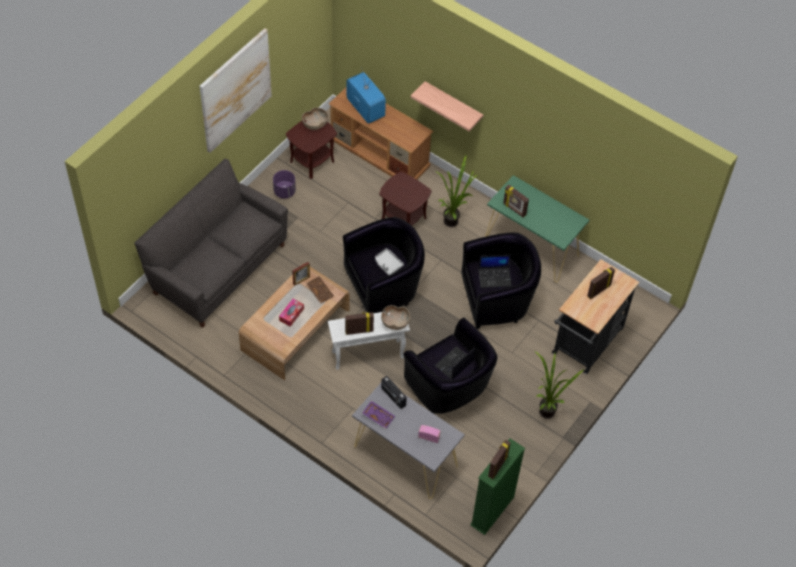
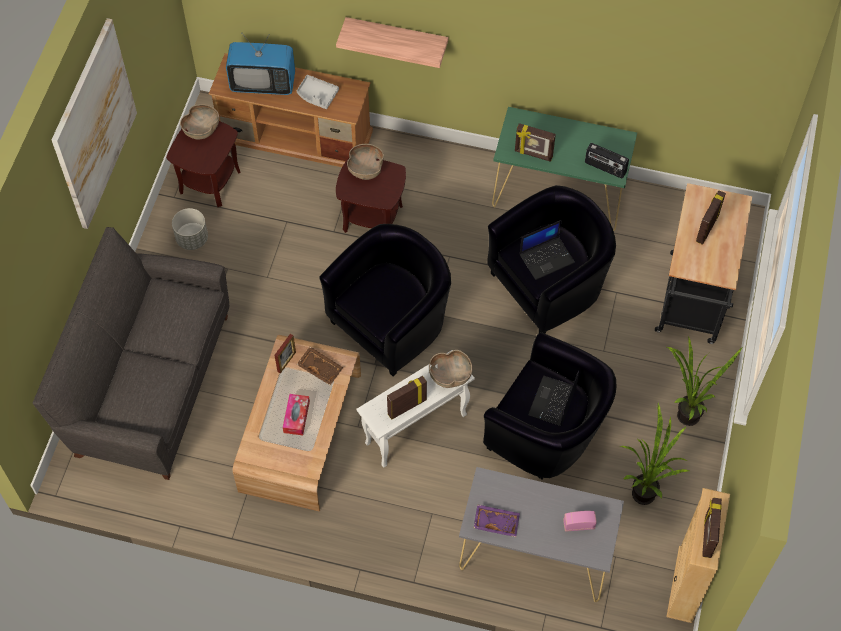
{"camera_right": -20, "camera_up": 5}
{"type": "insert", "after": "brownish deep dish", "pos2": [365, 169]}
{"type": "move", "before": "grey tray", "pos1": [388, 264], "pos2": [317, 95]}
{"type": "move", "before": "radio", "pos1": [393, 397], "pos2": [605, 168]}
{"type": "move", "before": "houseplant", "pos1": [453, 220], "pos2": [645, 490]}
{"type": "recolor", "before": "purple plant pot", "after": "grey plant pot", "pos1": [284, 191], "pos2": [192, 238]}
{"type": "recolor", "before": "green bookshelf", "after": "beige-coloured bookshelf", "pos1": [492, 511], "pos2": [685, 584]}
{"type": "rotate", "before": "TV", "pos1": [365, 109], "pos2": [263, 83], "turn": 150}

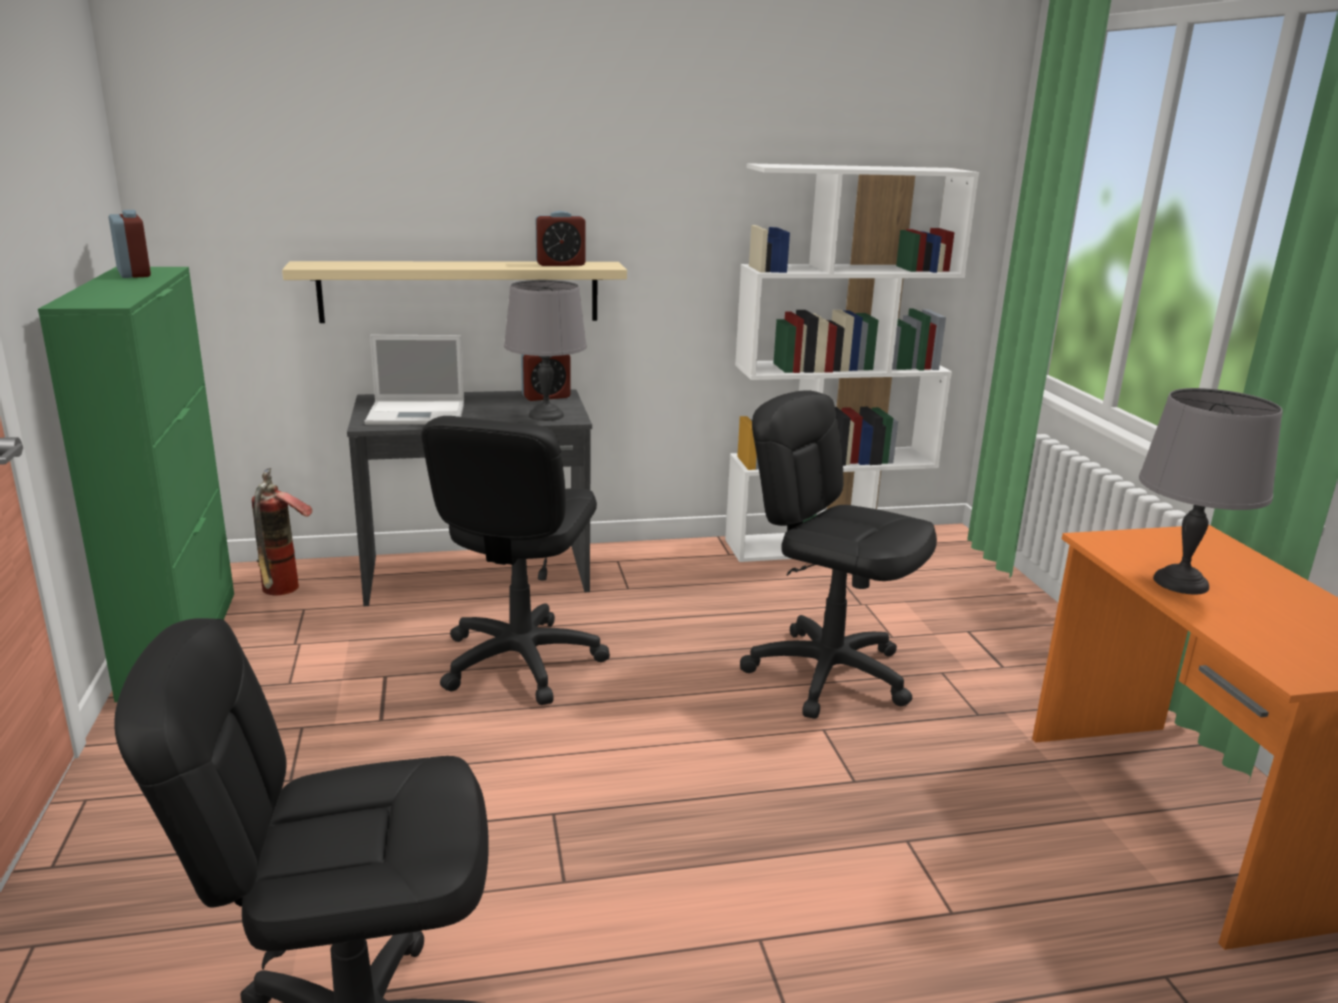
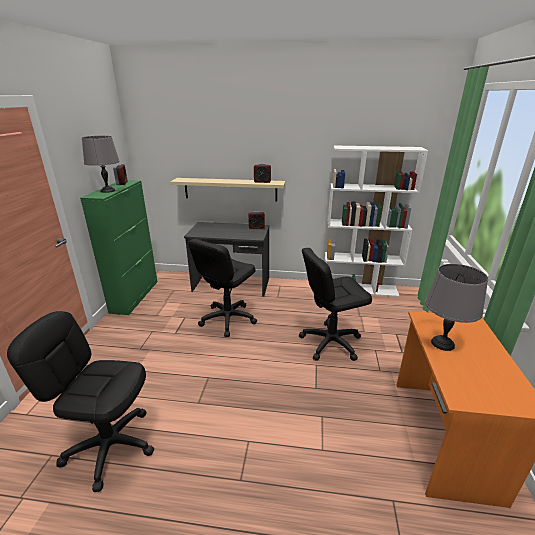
{"camera_right": 20, "camera_up": 5}
{"type": "delete", "before": "extinguisher", "pos1": [282, 593]}
{"type": "delete", "before": "laptop", "pos1": [418, 413]}
{"type": "move", "before": "grey tabletop lamp", "pos1": [546, 416], "pos2": [107, 191]}
{"type": "rotate", "before": "blackish computer chair", "pos1": [828, 674], "pos2": [330, 342], "turn": -75}

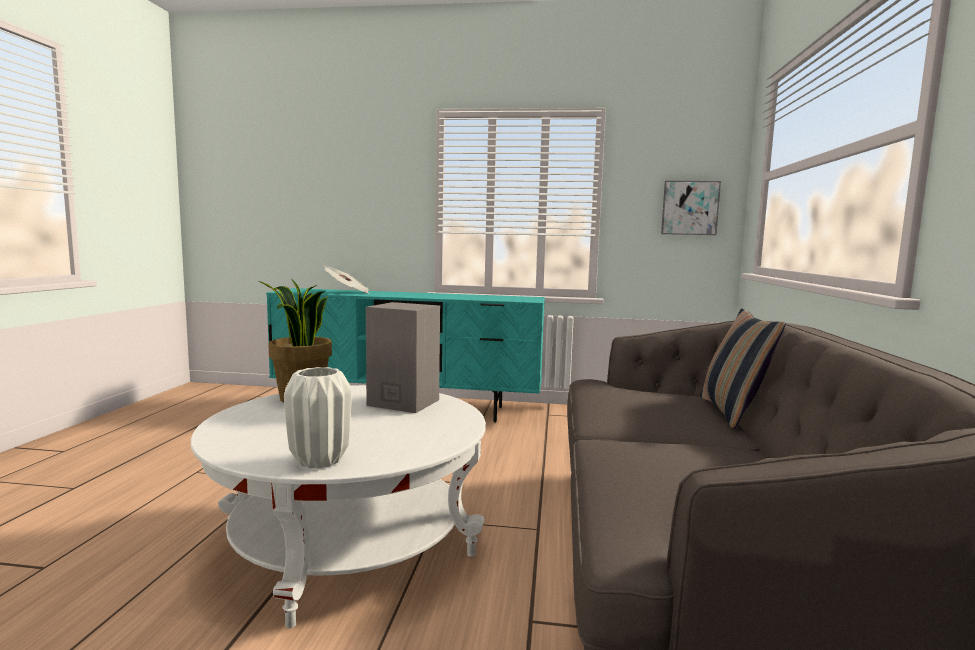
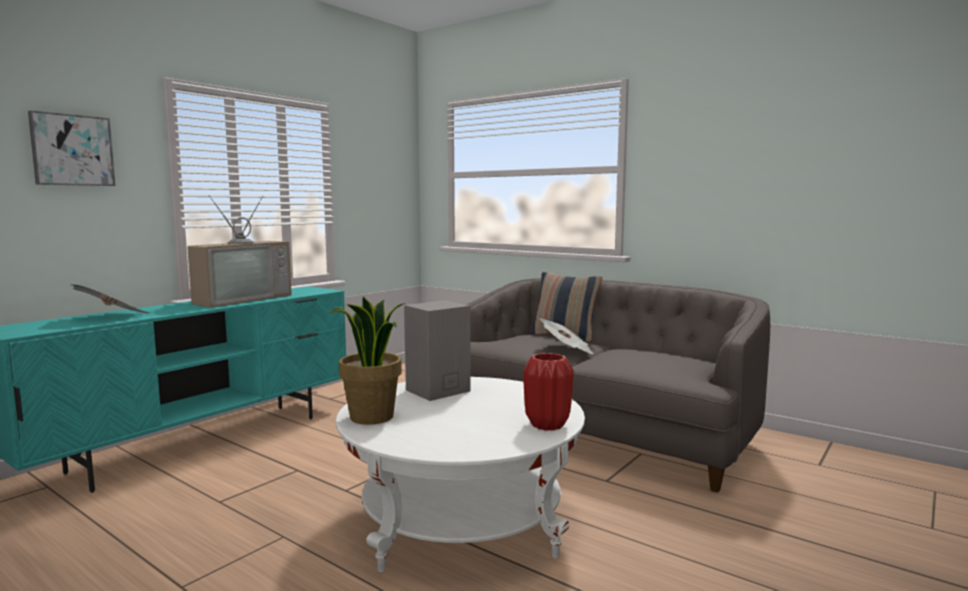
{"camera_right": -60, "camera_up": 0}
{"type": "insert", "after": "TV", "pos2": [240, 299]}
{"type": "insert", "after": "printed paper", "pos2": [567, 351]}
{"type": "move", "before": "picture", "pos1": [689, 208], "pos2": [72, 150]}
{"type": "recolor", "before": "whitish flower vase", "after": "reddish flower vase", "pos1": [319, 461], "pos2": [547, 425]}

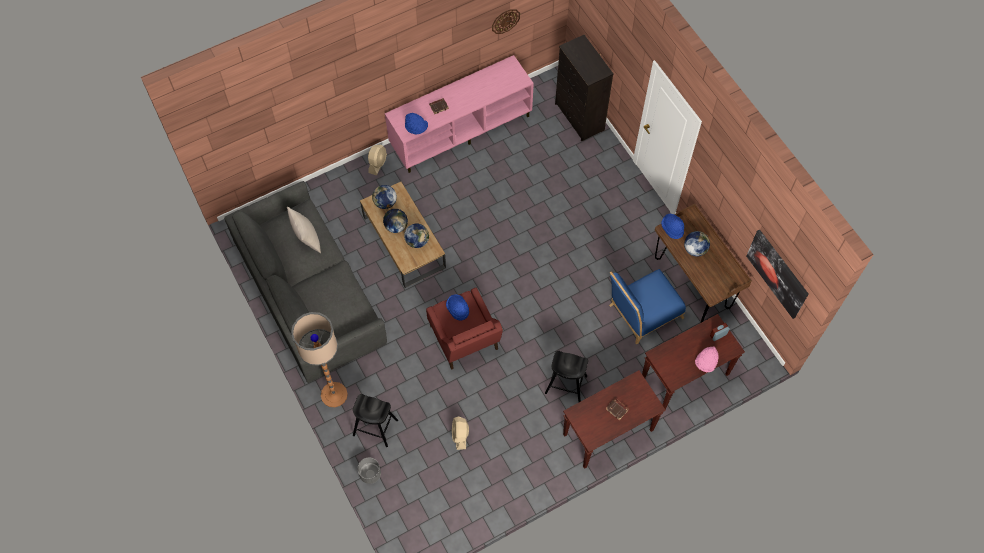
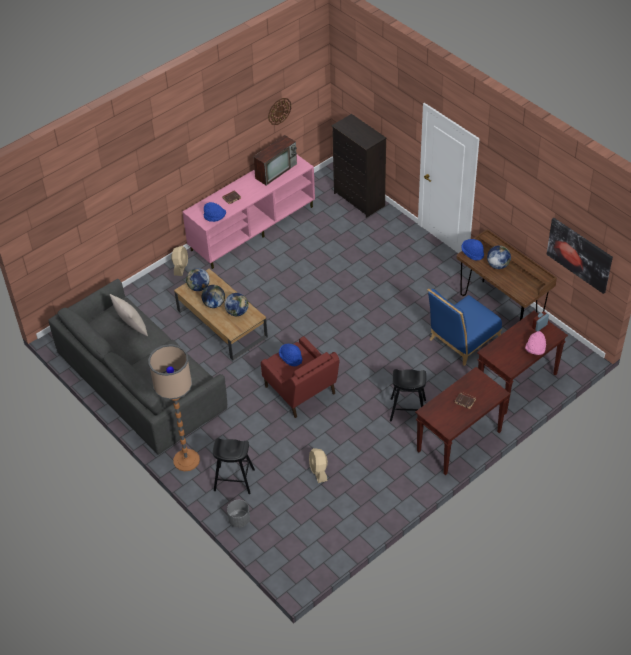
{"camera_right": -10, "camera_up": -15}
{"type": "insert", "after": "TV", "pos2": [276, 170]}

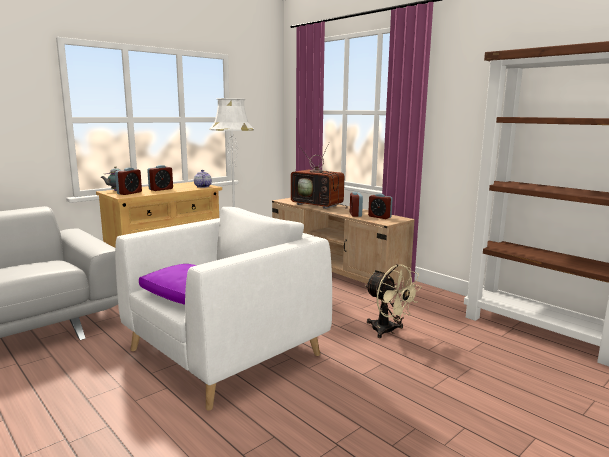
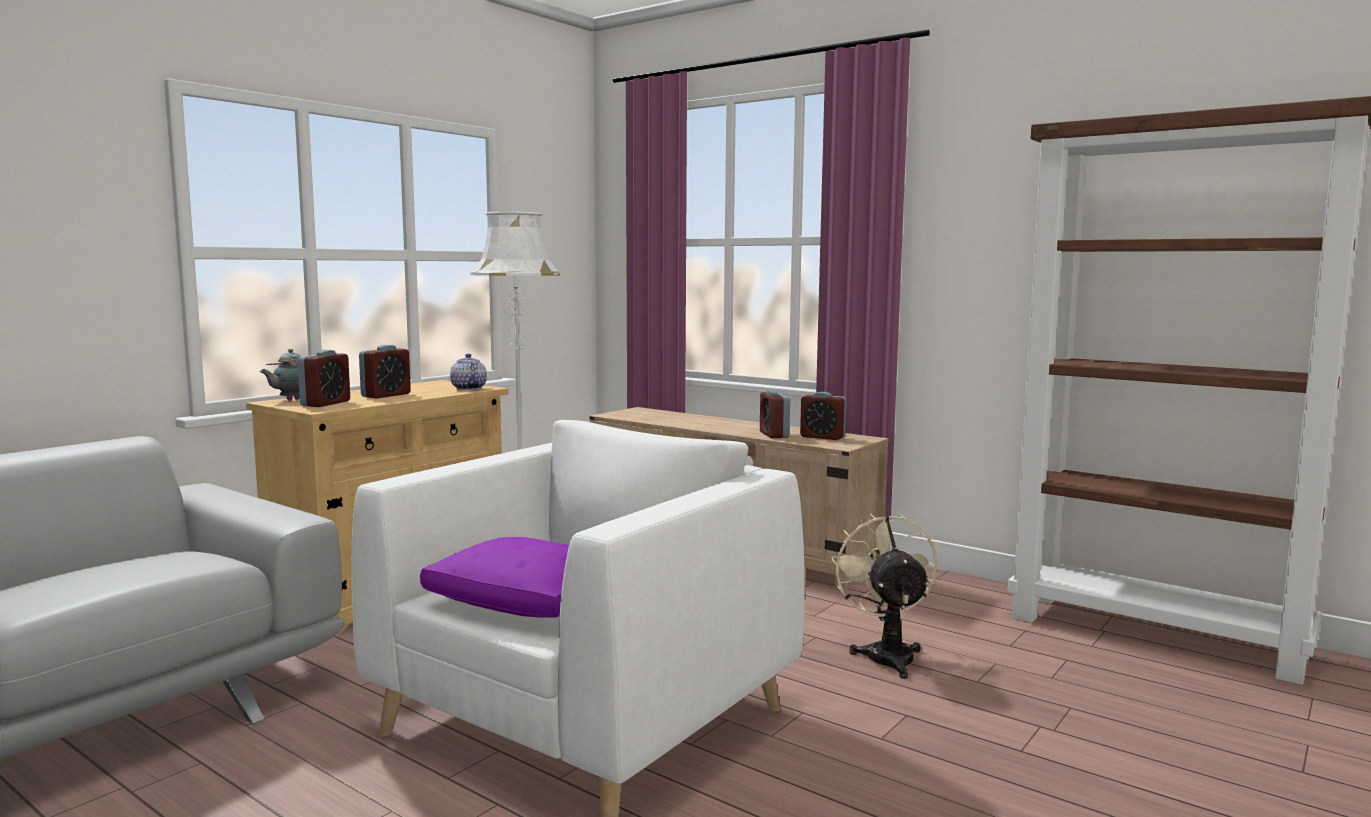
{"camera_right": -10, "camera_up": -5}
{"type": "delete", "before": "TV", "pos1": [319, 205]}
{"type": "rotate", "before": "beige-coloured cooling fan", "pos1": [388, 331], "pos2": [886, 654], "turn": -135}

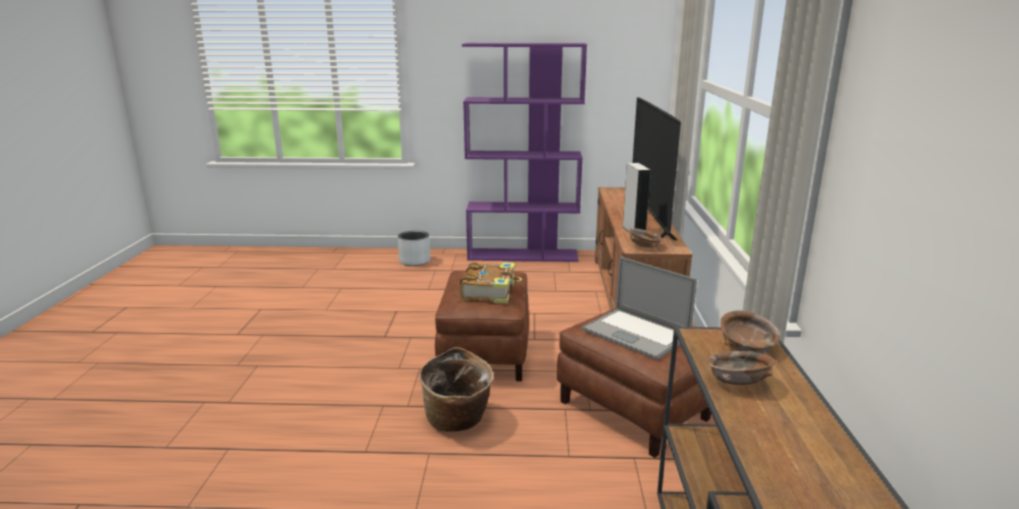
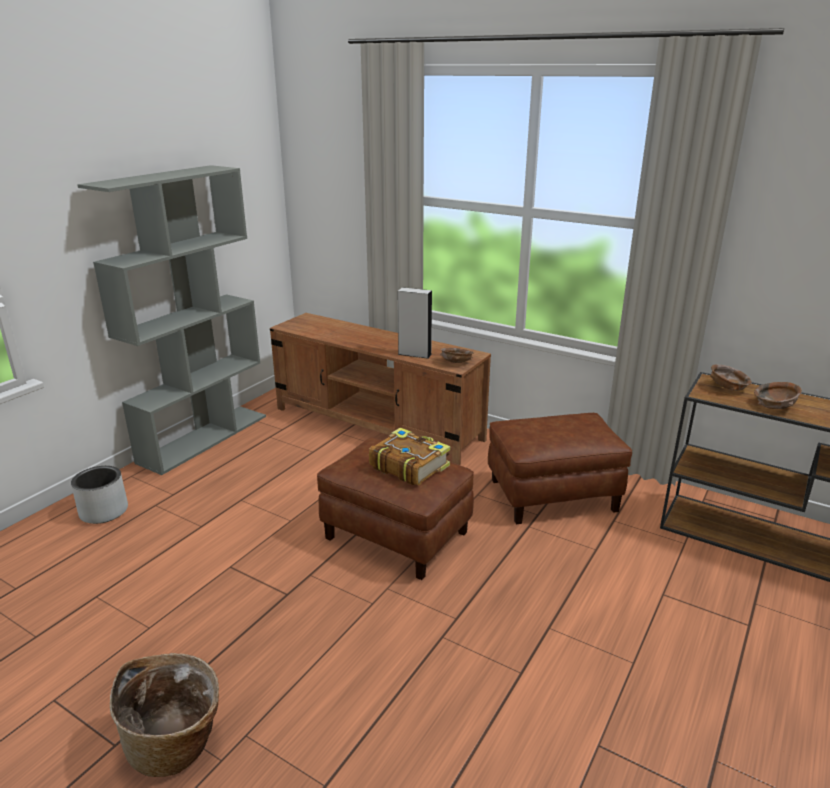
{"camera_right": -60, "camera_up": 5}
{"type": "delete", "before": "laptop", "pos1": [635, 333]}
{"type": "delete", "before": "TV", "pos1": [649, 217]}
{"type": "move", "before": "storage basket", "pos1": [458, 420], "pos2": [177, 744]}
{"type": "recolor", "before": "purple bookshelf", "after": "grey bookshelf", "pos1": [523, 255], "pos2": [204, 438]}

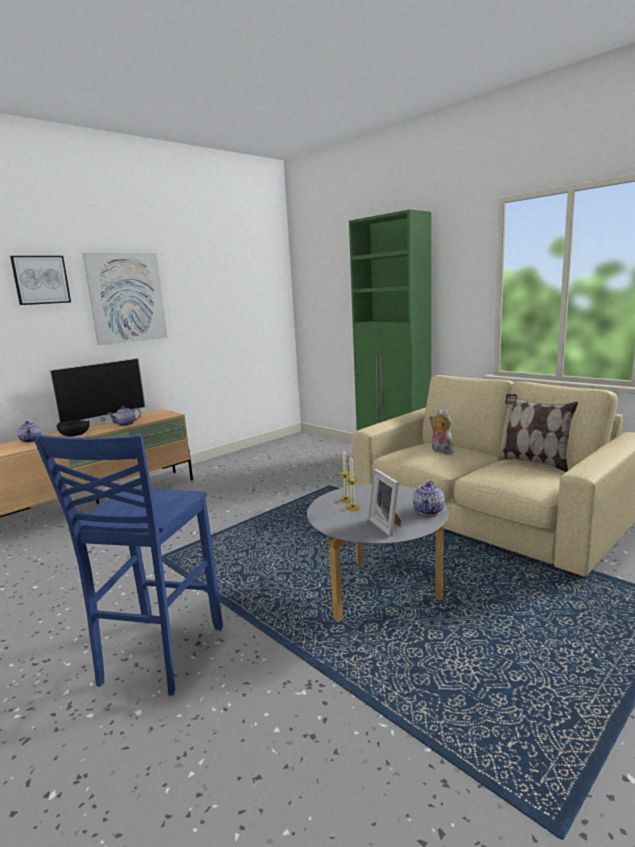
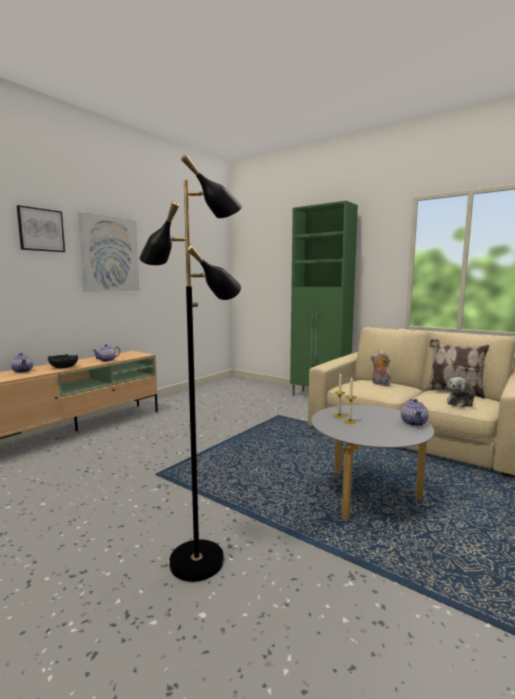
{"camera_right": -10, "camera_up": -5}
{"type": "delete", "before": "TV", "pos1": [104, 422]}
{"type": "delete", "before": "photo frame", "pos1": [387, 525]}
{"type": "insert", "after": "soft toy", "pos2": [461, 403]}
{"type": "replace", "before": "blue sitting stool", "after": "blackish floor lamp", "pos1": [158, 656], "pos2": [197, 560]}

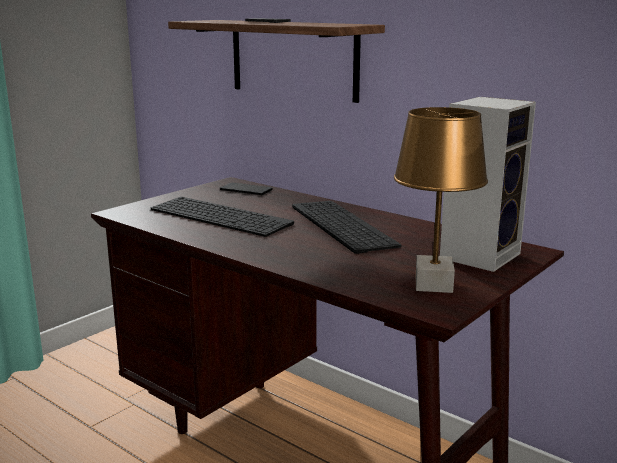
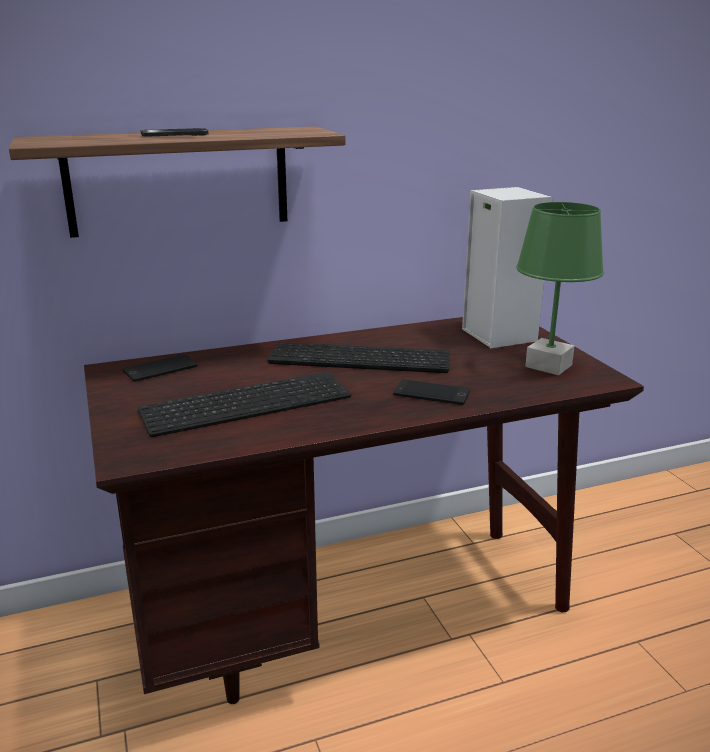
{"camera_right": -60, "camera_up": 5}
{"type": "insert", "after": "handset", "pos2": [431, 393]}
{"type": "recolor", "before": "brownish tabletop lamp", "after": "green tabletop lamp", "pos1": [433, 284], "pos2": [547, 366]}

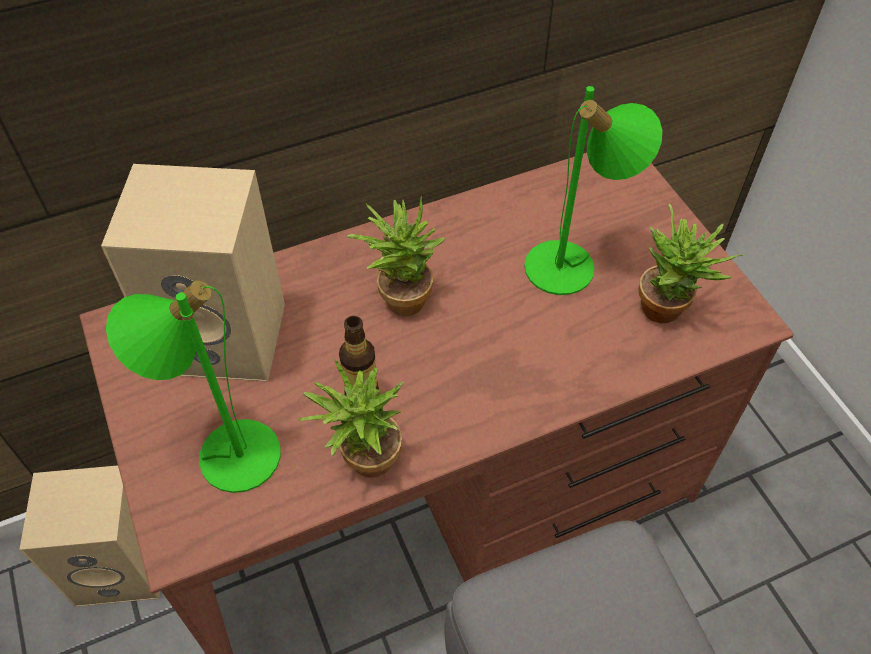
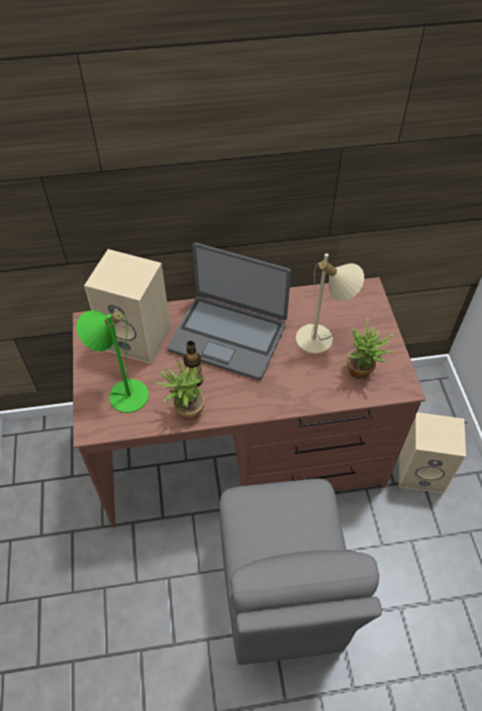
{"camera_right": 15, "camera_up": 0}
{"type": "move", "before": "beige-coloured loudspeaker", "pos1": [123, 564], "pos2": [422, 471]}
{"type": "replace", "before": "houseplant", "after": "laptop", "pos1": [400, 296], "pos2": [228, 336]}
{"type": "recolor", "before": "green tabletop lamp", "after": "beige-coloured tabletop lamp", "pos1": [573, 265], "pos2": [322, 339]}

